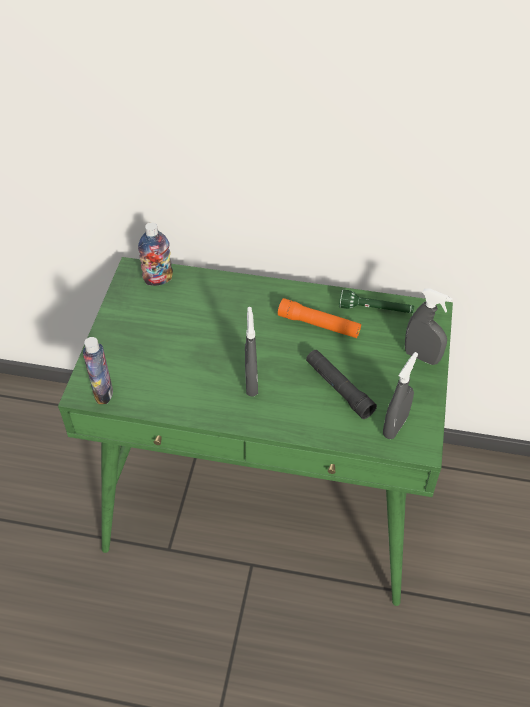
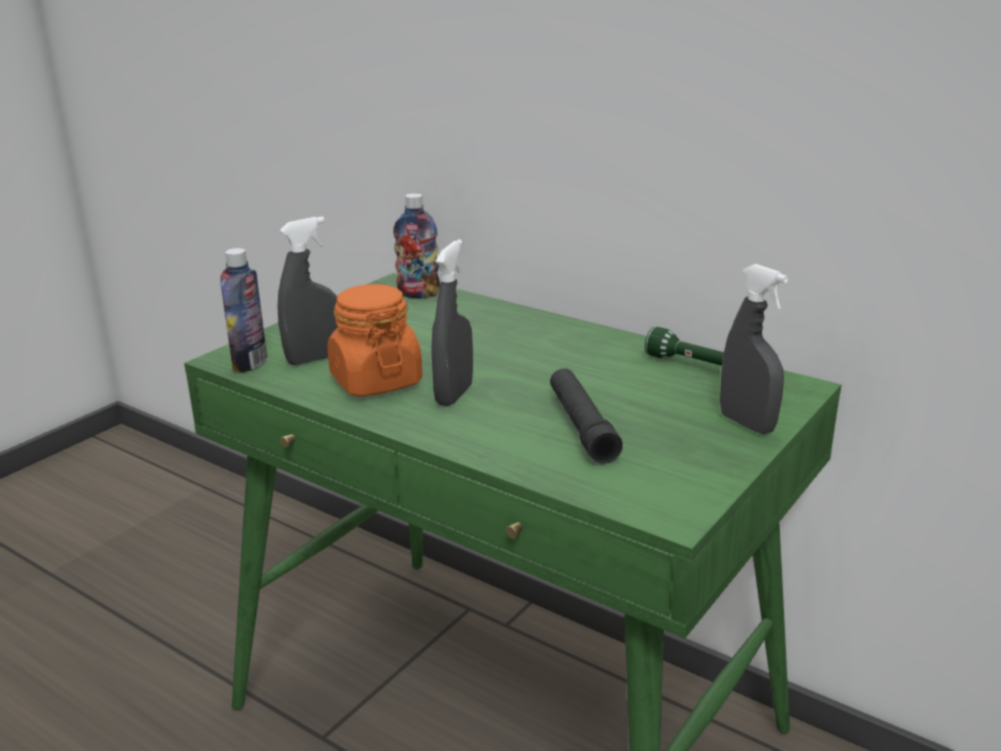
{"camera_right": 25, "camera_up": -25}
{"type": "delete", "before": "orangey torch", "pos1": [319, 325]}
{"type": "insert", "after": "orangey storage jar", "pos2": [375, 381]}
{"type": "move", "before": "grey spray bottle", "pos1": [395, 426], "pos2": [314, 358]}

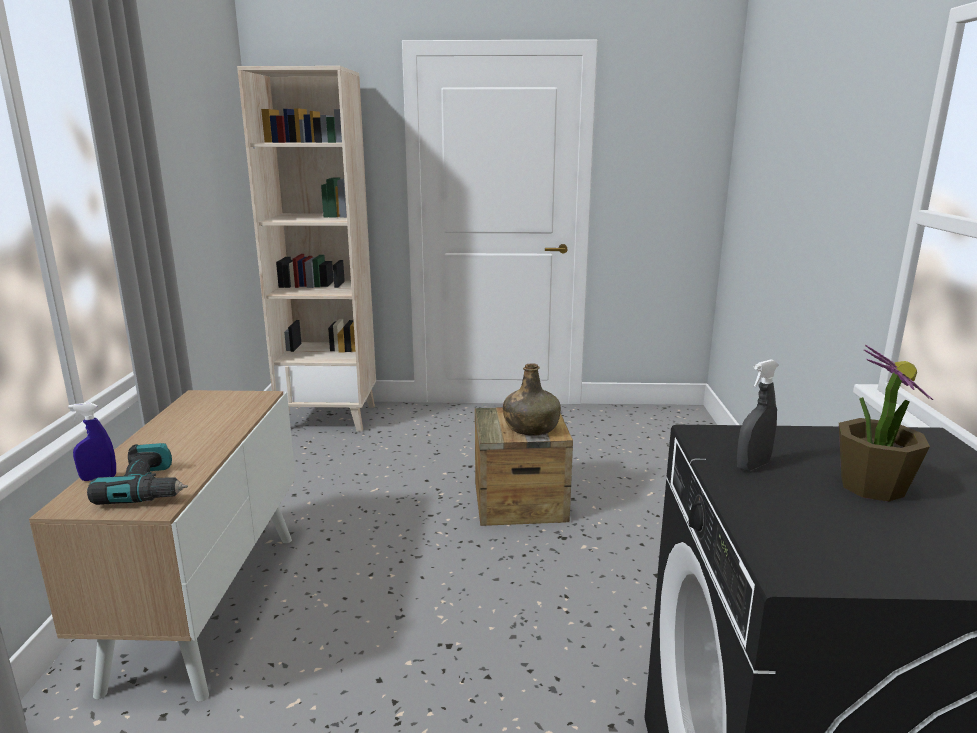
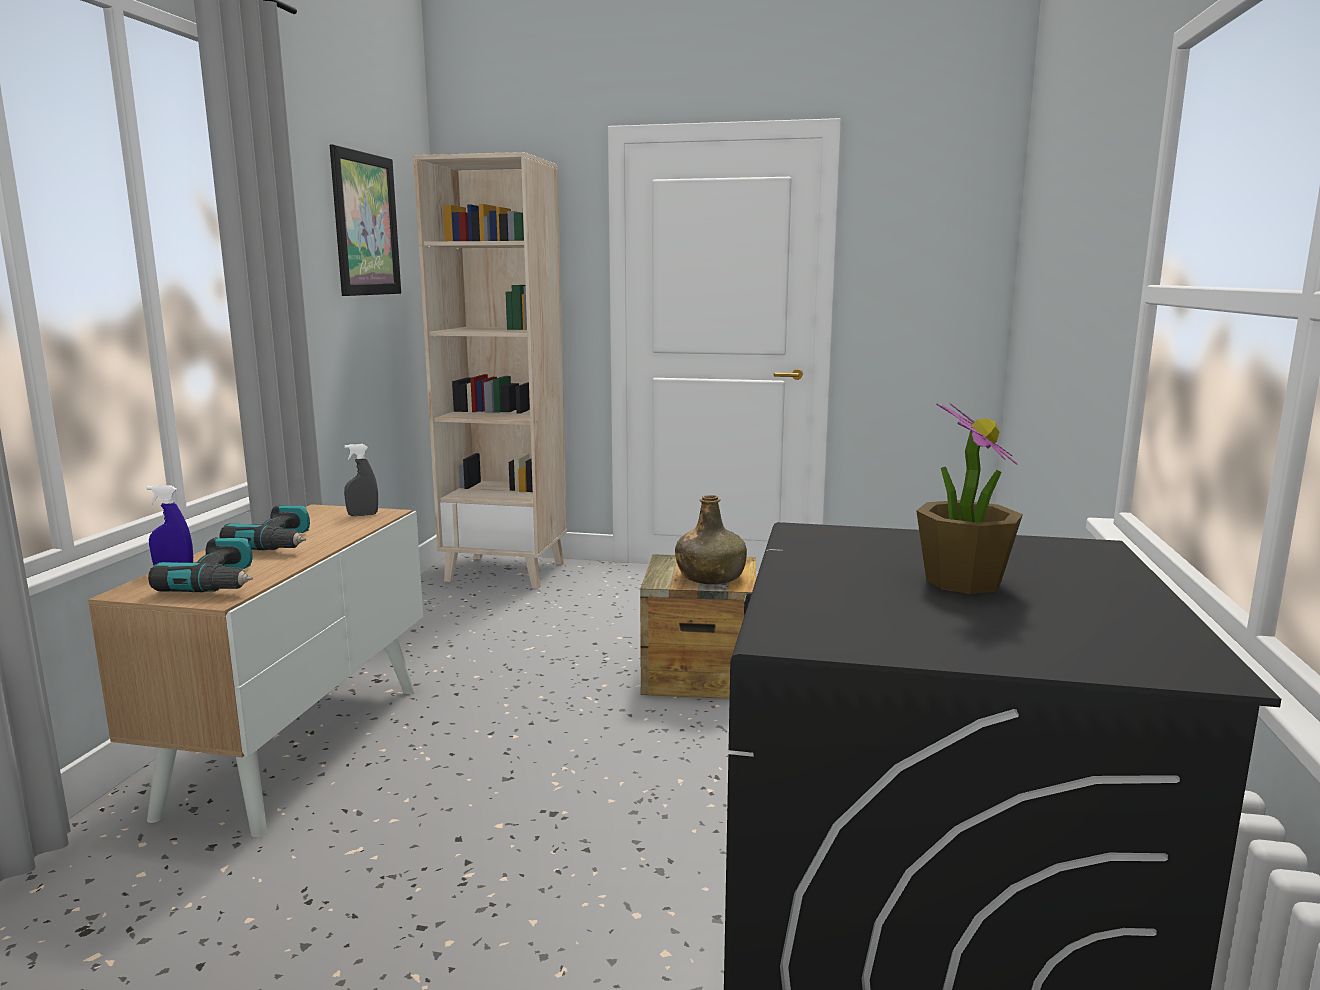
{"camera_right": 10, "camera_up": -5}
{"type": "insert", "after": "power drill", "pos2": [280, 543]}
{"type": "insert", "after": "picture", "pos2": [366, 224]}
{"type": "move", "before": "grey spray bottle", "pos1": [753, 466], "pos2": [363, 515]}

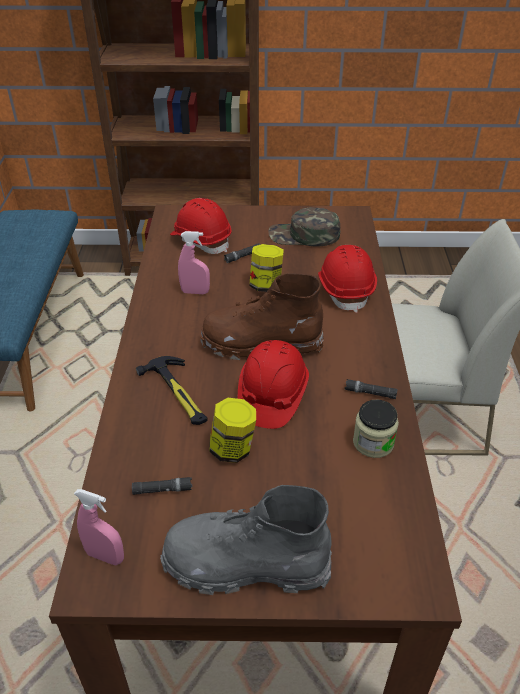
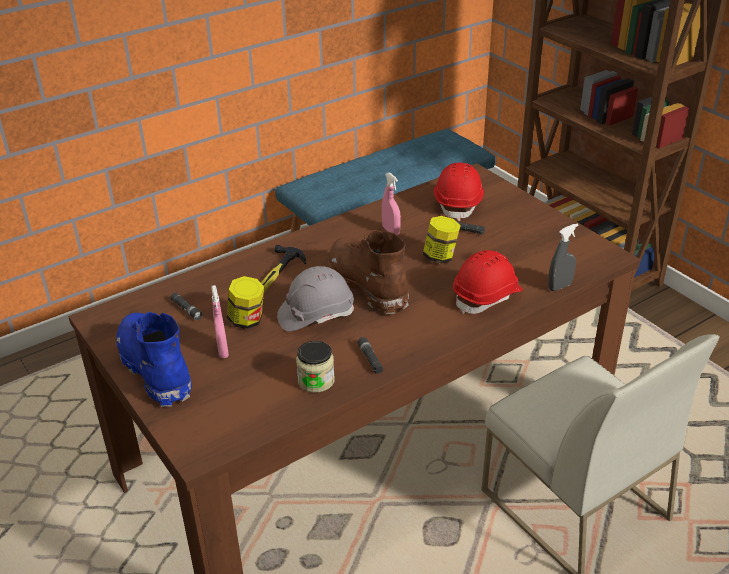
{"camera_right": 55, "camera_up": -5}
{"type": "delete", "before": "green cap", "pos1": [304, 235]}
{"type": "insert", "after": "grey spray bottle", "pos2": [560, 286]}
{"type": "move", "before": "pinkish spray bottle", "pos1": [105, 556], "pos2": [222, 350]}
{"type": "recolor", "before": "grey high-top boot", "after": "blue high-top boot", "pos1": [245, 564], "pos2": [156, 369]}
{"type": "recolor", "before": "reddish safety helmet", "after": "grey safety helmet", "pos1": [272, 396], "pos2": [315, 314]}

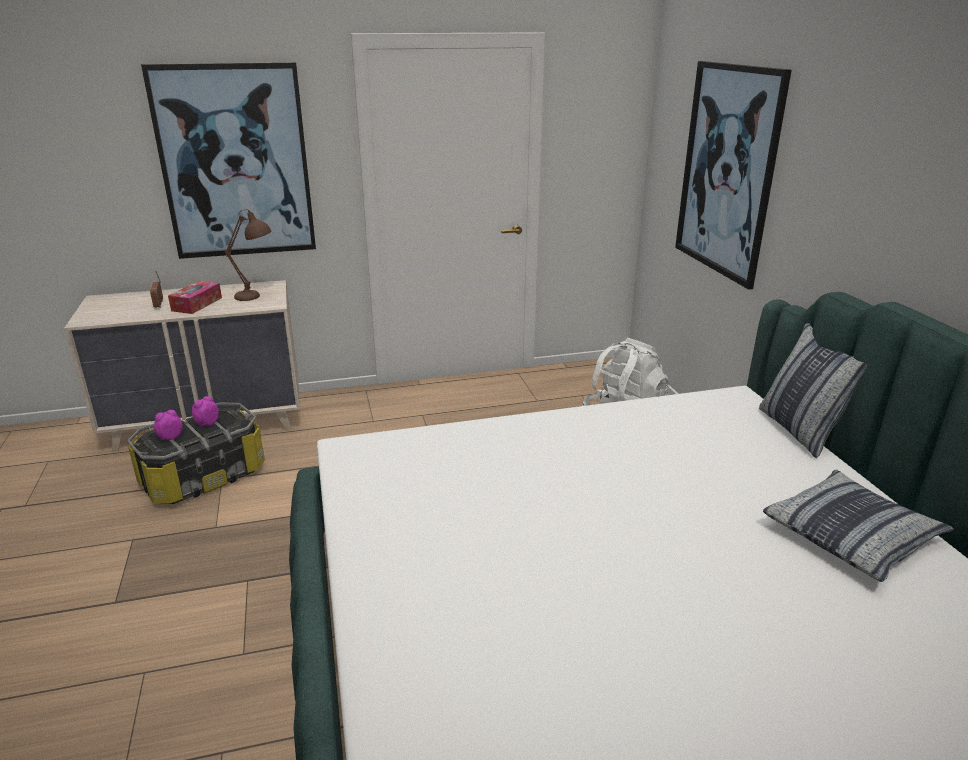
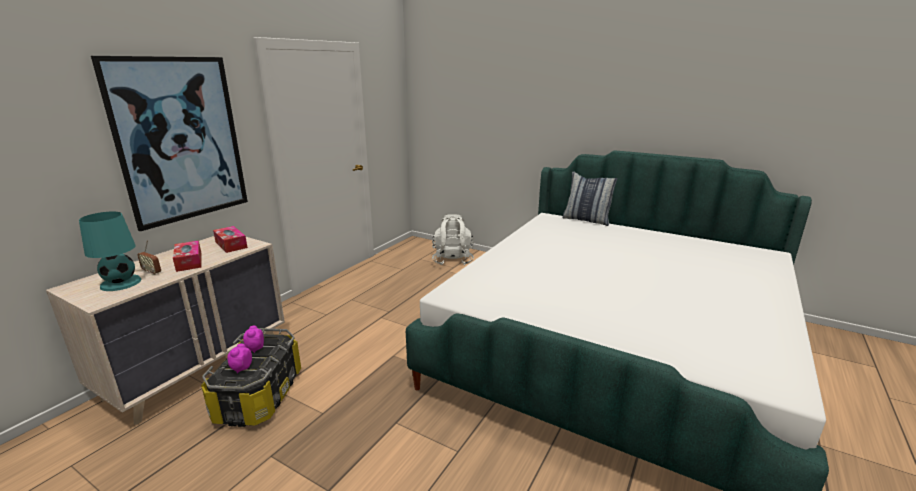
{"camera_right": -45, "camera_up": -5}
{"type": "delete", "before": "picture", "pos1": [727, 171]}
{"type": "delete", "before": "cushion", "pos1": [851, 535]}
{"type": "insert", "after": "turquoise-coloured tabletop lamp", "pos2": [120, 283]}
{"type": "replace", "before": "brownish tabletop lamp", "after": "tissue holder", "pos1": [257, 297], "pos2": [231, 244]}

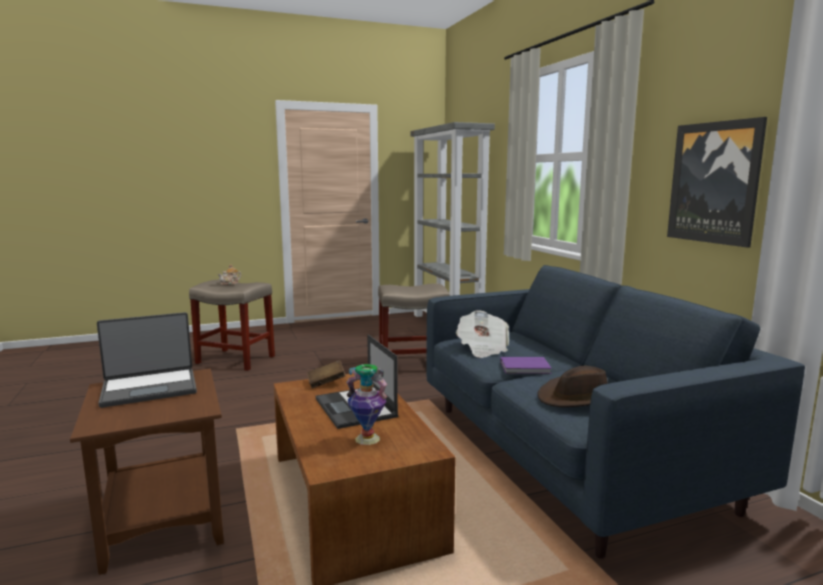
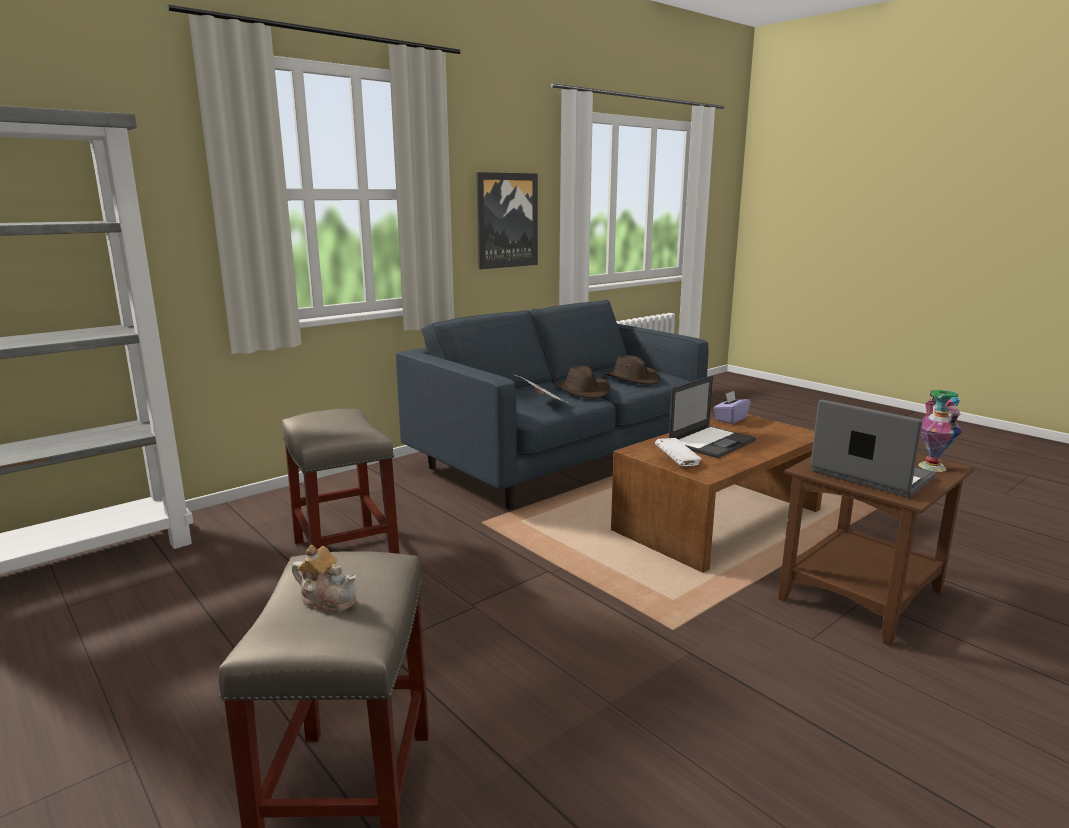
{"camera_right": -110, "camera_up": 5}
{"type": "insert", "after": "purple tissue holder", "pos2": [730, 419]}
{"type": "move", "before": "flower vase", "pos1": [367, 439], "pos2": [932, 467]}
{"type": "replace", "before": "purple book", "after": "brownish clothing hat", "pos1": [526, 368], "pos2": [582, 391]}
{"type": "recolor", "before": "brownish book", "after": "whitish book", "pos1": [326, 383], "pos2": [677, 462]}

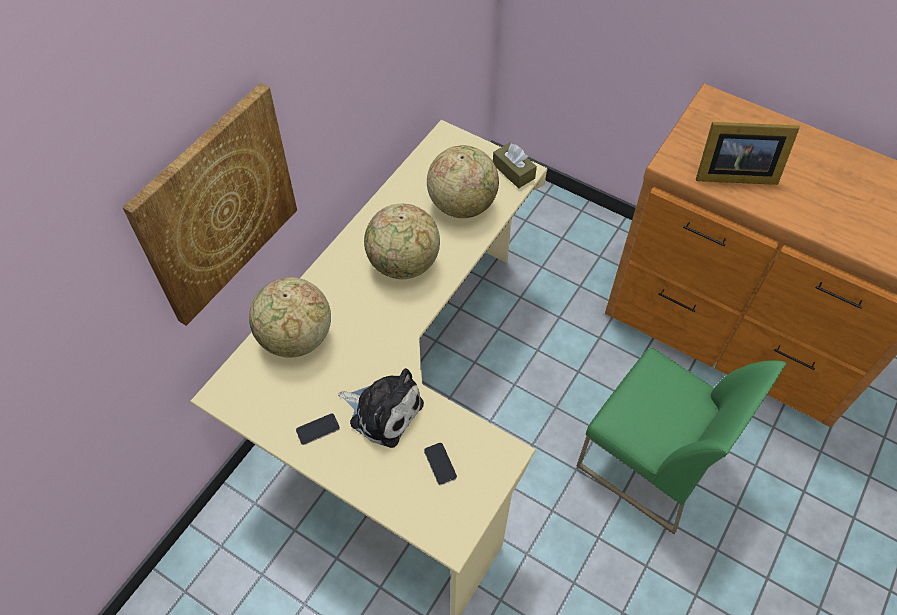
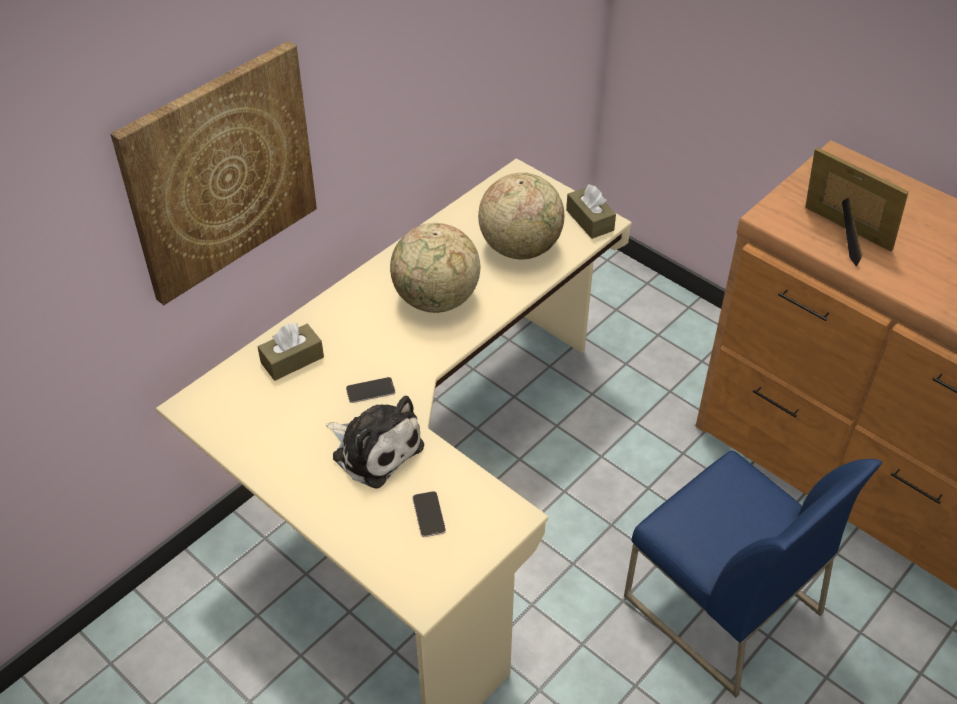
{"camera_right": 10, "camera_up": -10}
{"type": "move", "before": "handset", "pos1": [318, 429], "pos2": [370, 390]}
{"type": "replace", "before": "world globe", "after": "brownish tissue holder", "pos1": [296, 338], "pos2": [292, 360]}
{"type": "recolor", "before": "green chair", "after": "blue chair", "pos1": [649, 460], "pos2": [720, 604]}
{"type": "rotate", "before": "photo frame", "pos1": [732, 173], "pos2": [844, 236], "turn": -150}

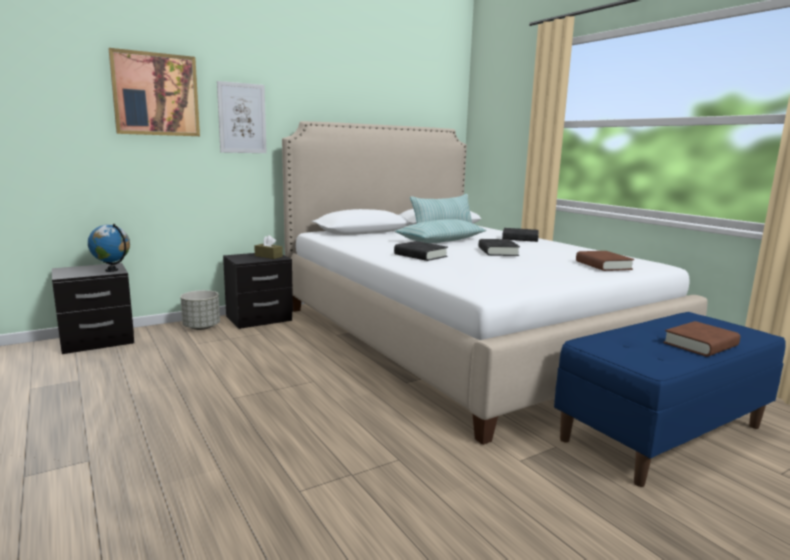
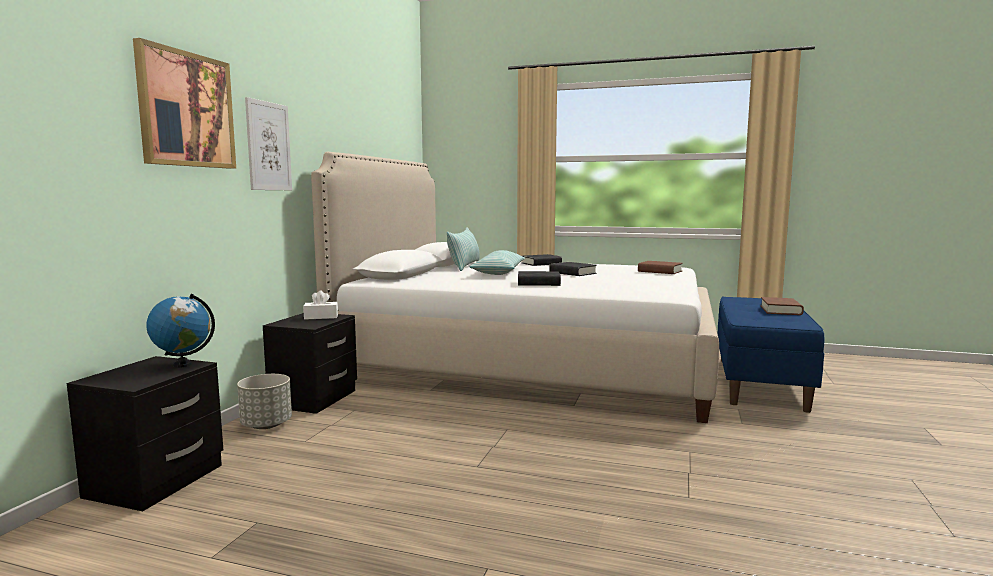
{"camera_right": -40, "camera_up": -5}
{"type": "recolor", "before": "brownish tissue holder", "after": "whitish tissue holder", "pos1": [268, 256], "pos2": [321, 317]}

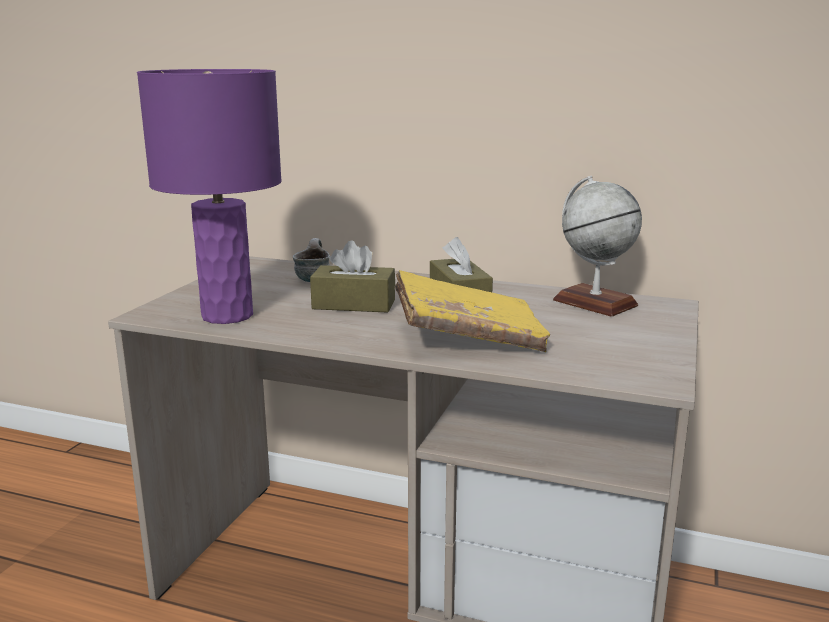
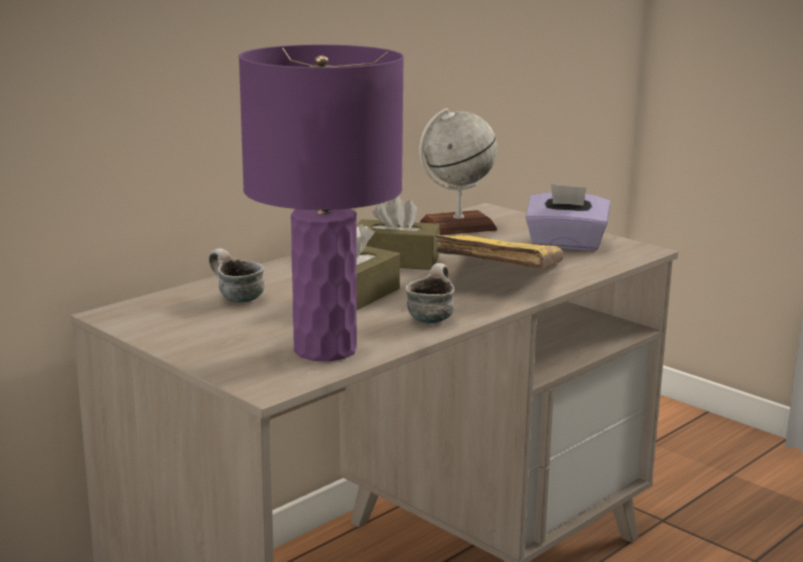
{"camera_right": -65, "camera_up": 0}
{"type": "insert", "after": "mug", "pos2": [430, 317]}
{"type": "insert", "after": "purple tissue holder", "pos2": [565, 244]}

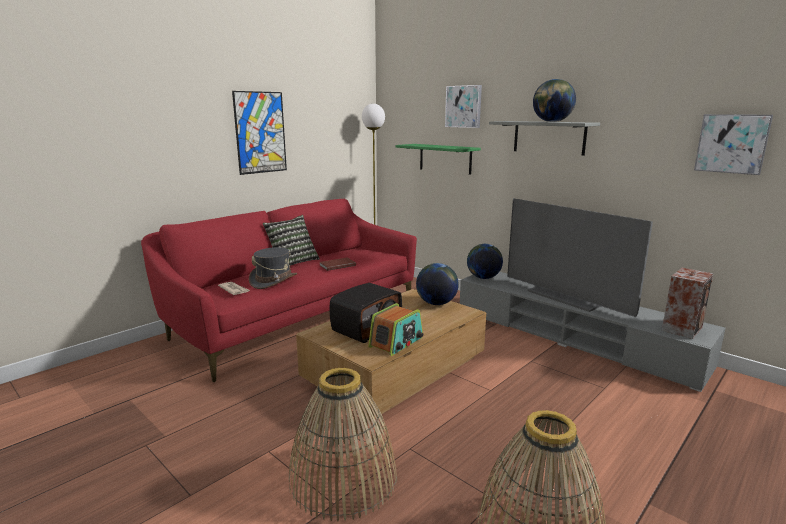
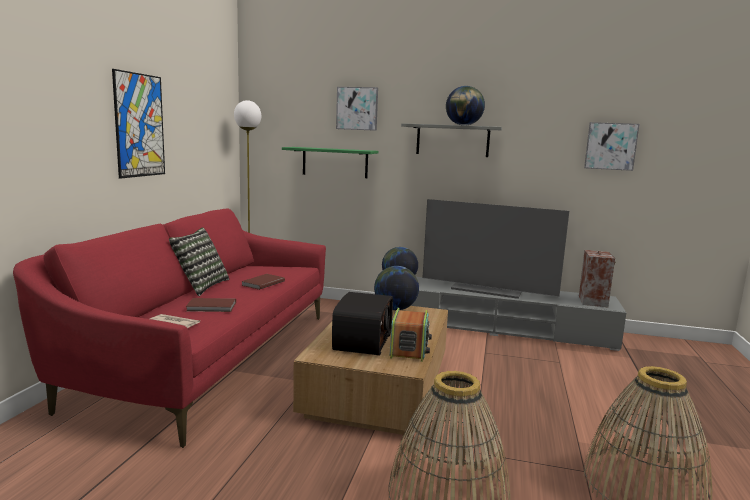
{"camera_right": -30, "camera_up": -5}
{"type": "replace", "before": "grey clothing hat", "after": "brownish book", "pos1": [273, 281], "pos2": [212, 307]}

